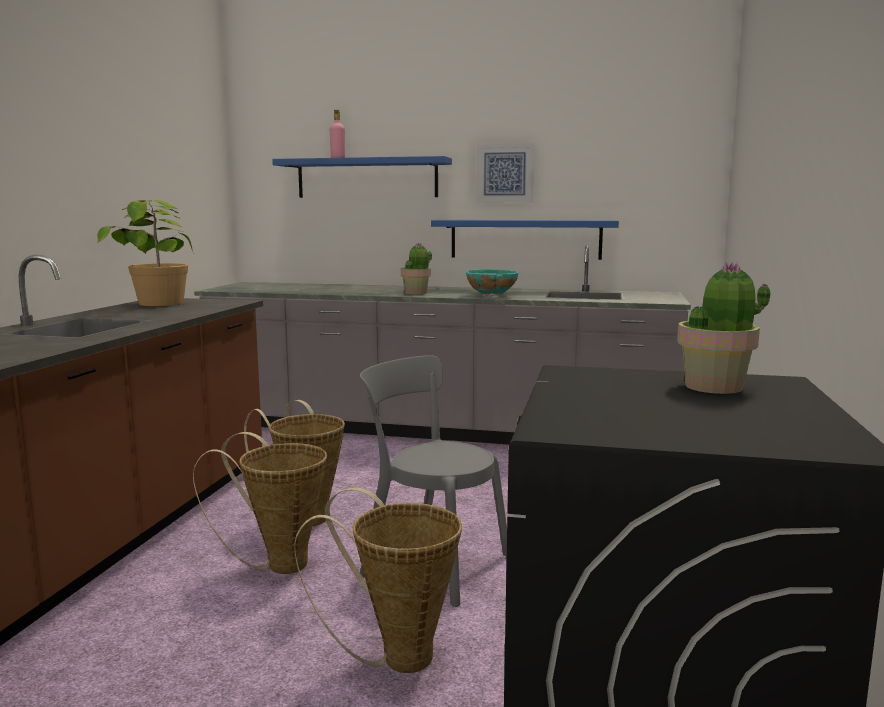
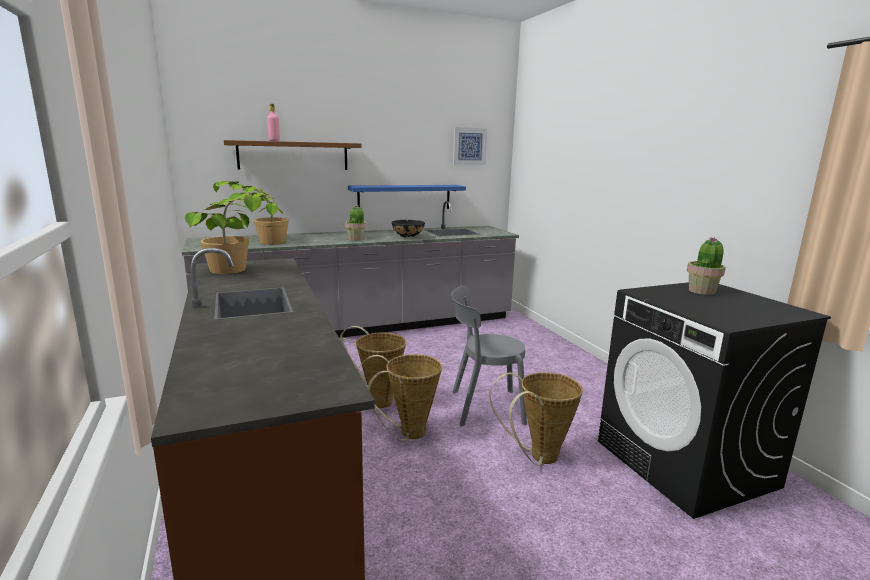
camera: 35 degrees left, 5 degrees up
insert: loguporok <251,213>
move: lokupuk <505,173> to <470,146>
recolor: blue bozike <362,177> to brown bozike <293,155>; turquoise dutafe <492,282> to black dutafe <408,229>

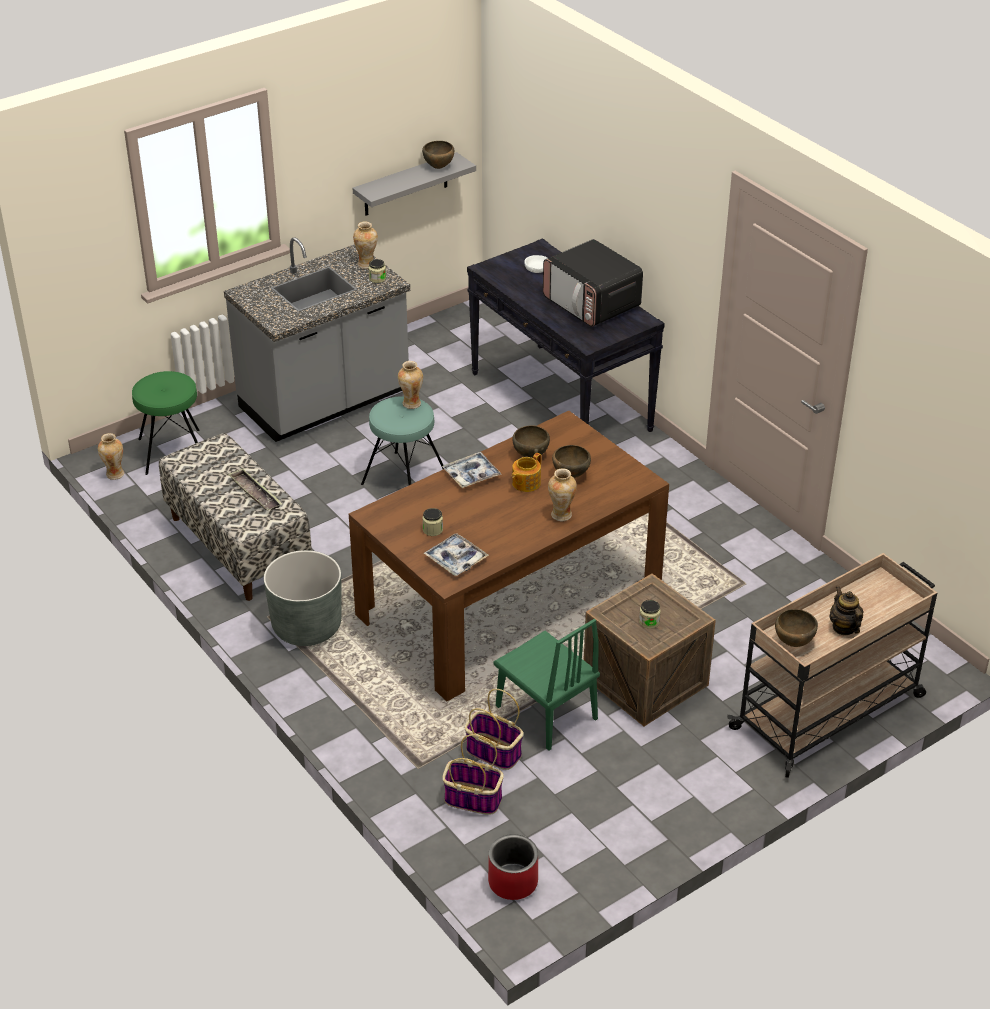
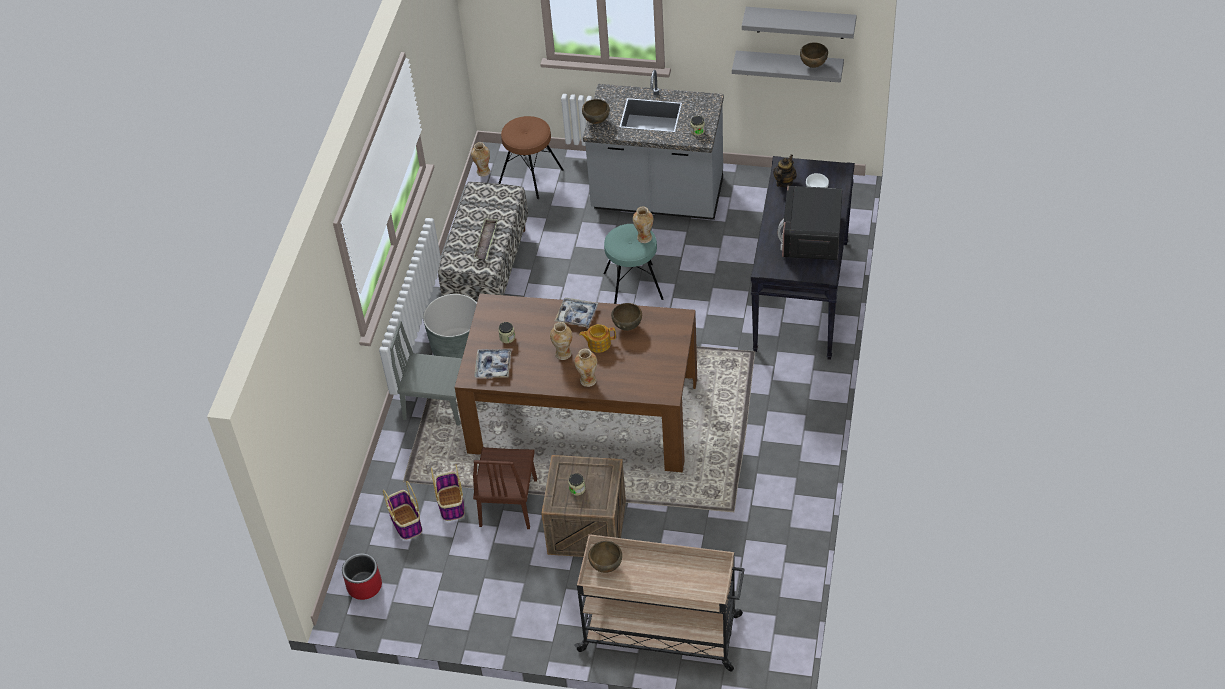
camera: 50 degrees right, 10 degrees up
insert: grey bozike <799,23>; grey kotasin <426,373>
move: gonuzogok <365,245> to <561,341>; brown dutafe <571,461> to <596,111>; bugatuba <846,610> to <785,170>
recolor: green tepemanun <165,423> to brown tepemanun <531,157>; green kotasin <547,685> to brown kotasin <505,488>

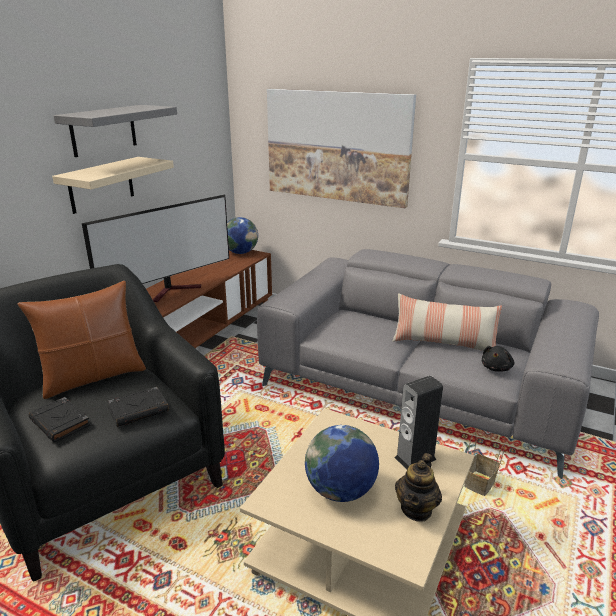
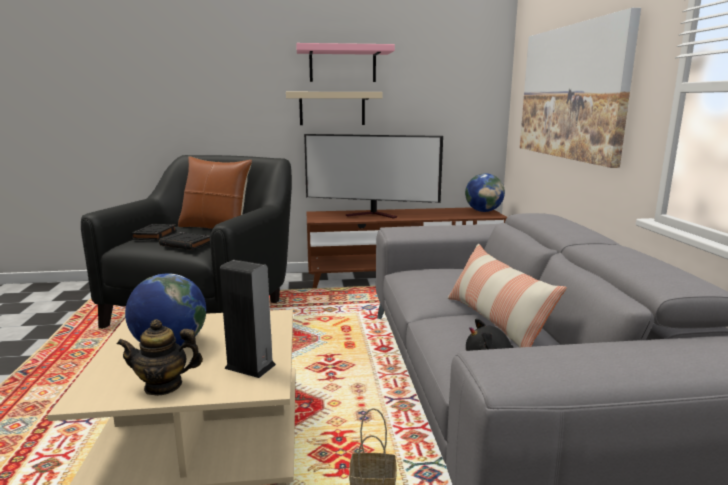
camera: 55 degrees right, 10 degrees down
recolor: grey bozike <115,131> to pink bozike <345,62>

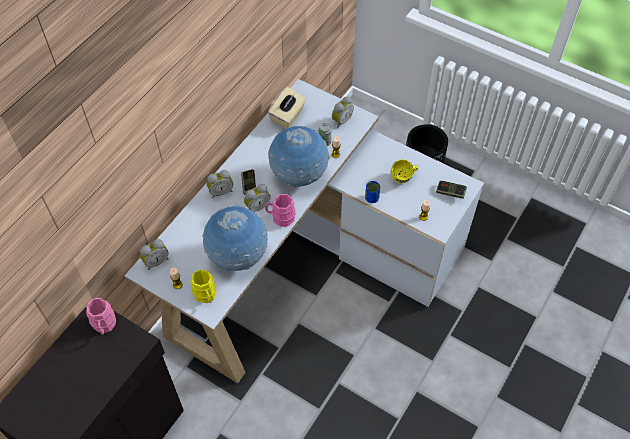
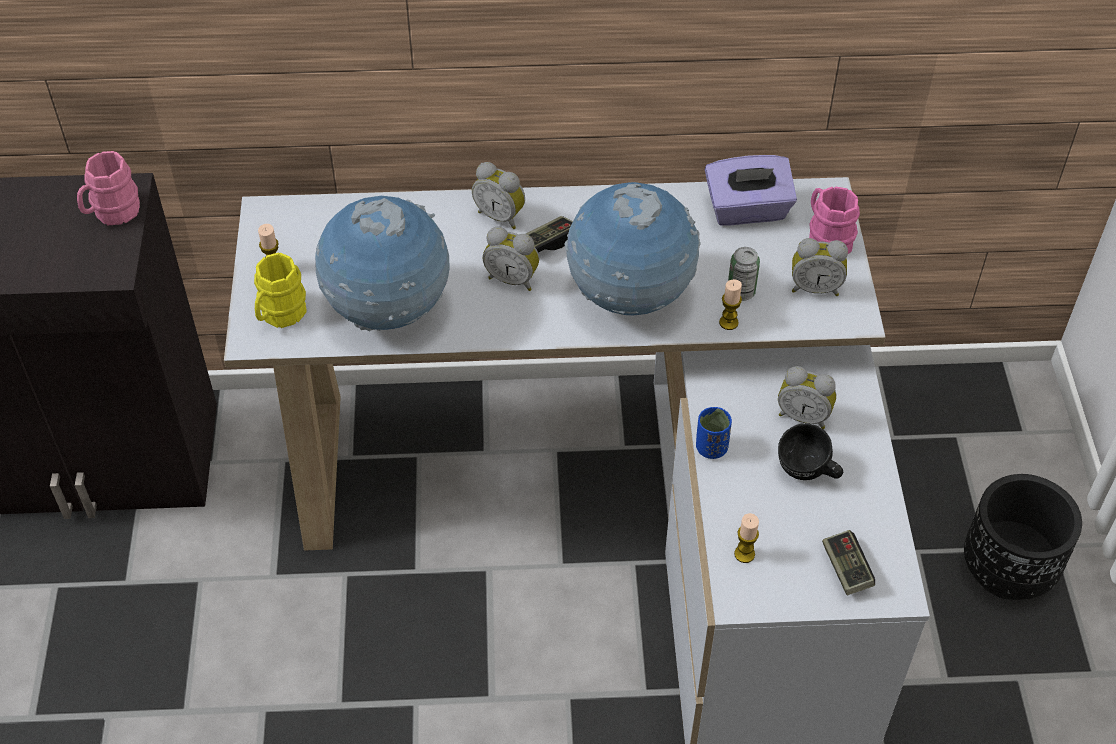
camera: 55 degrees right, 5 degrees down
move: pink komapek <280,210> to <834,220>; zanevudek <154,254> to <807,397>
recolor: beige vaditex <287,107> to purple vaditex <751,190>; yellow komapek <404,171> to black komapek <810,451>

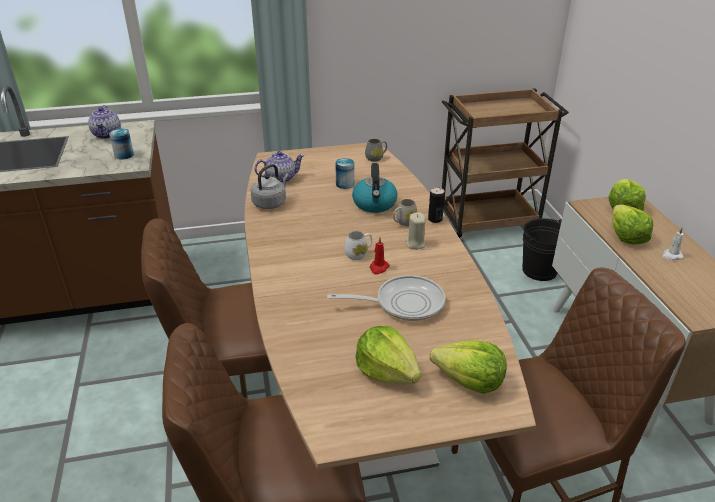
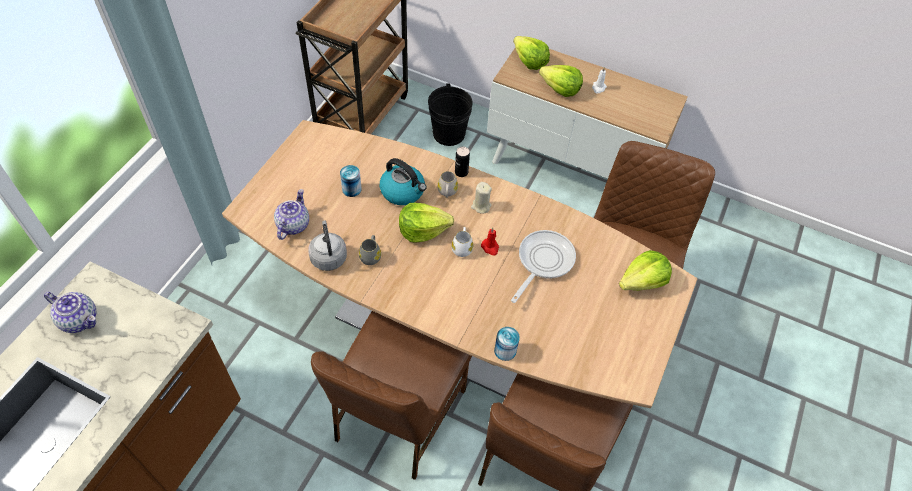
camera: 55 degrees left, 20 degrees up
move: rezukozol <121,144> to <507,344>; grey komapek <376,150> to <370,250>; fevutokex <388,354> to <426,223>

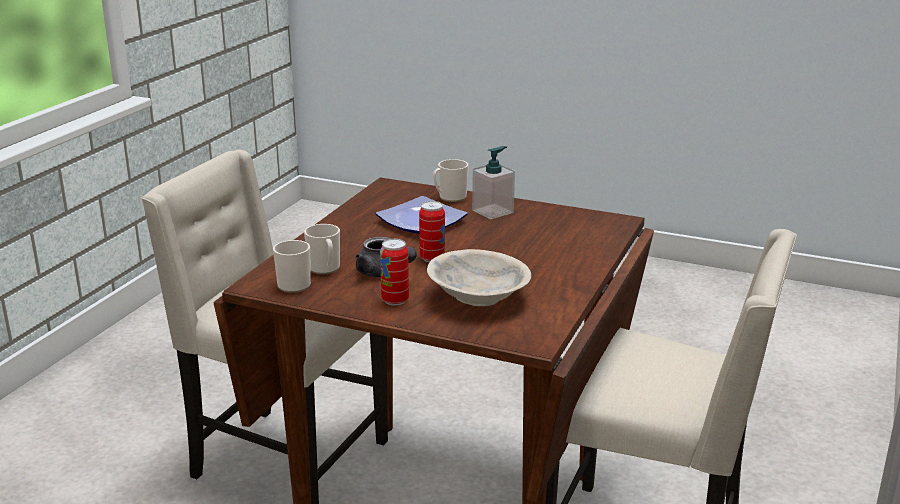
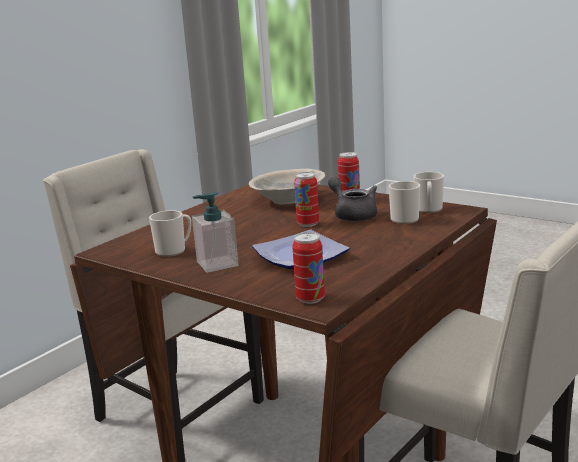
camera: 165 degrees left, 5 degrees down
insert: rezukozol <308,268>
move: komapek <450,180> to <170,233>

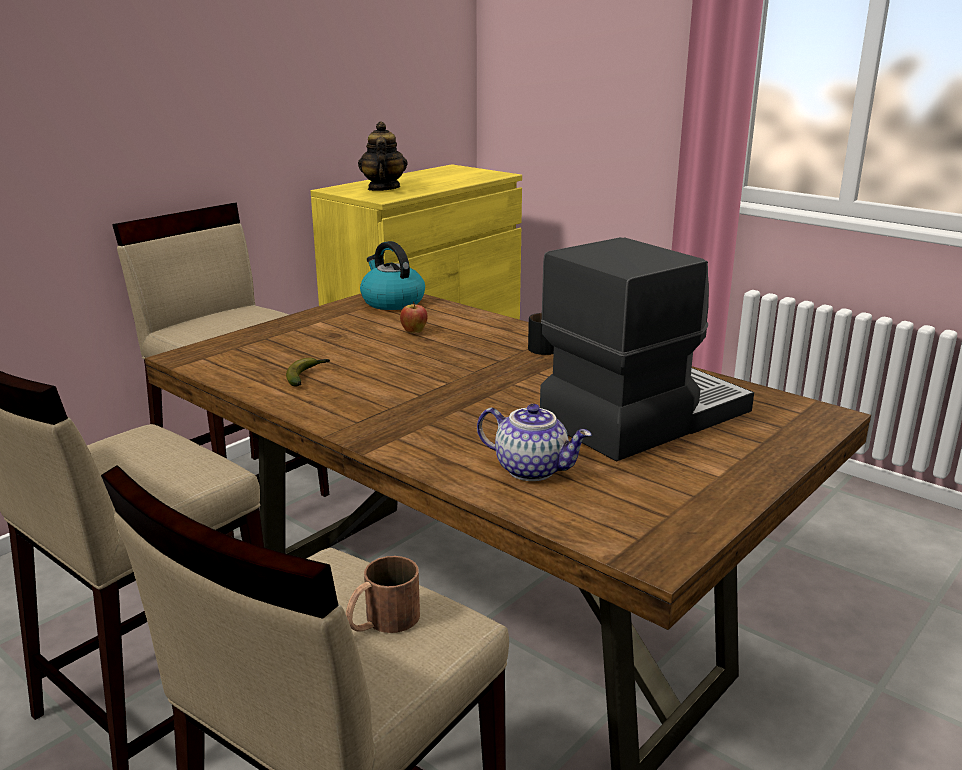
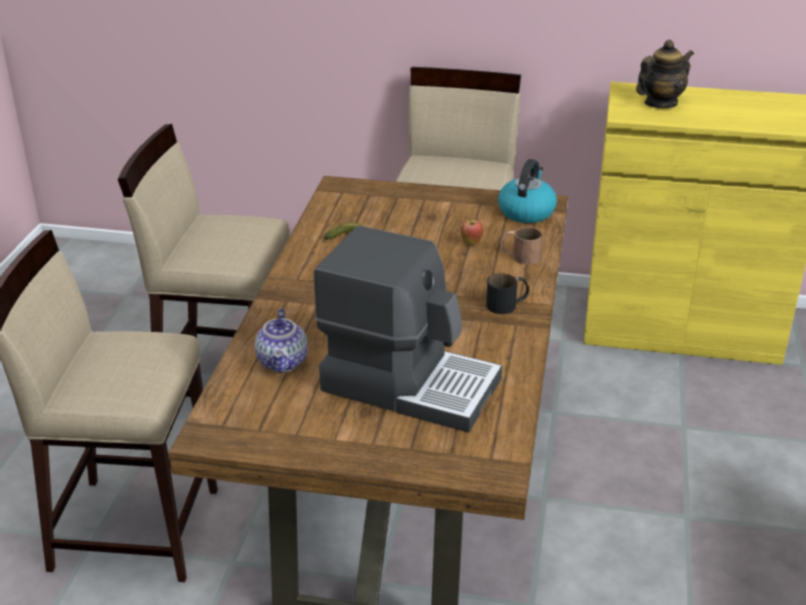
camera: 60 degrees right, 10 degrees up
move: brown komapek <383,594> to <521,246>

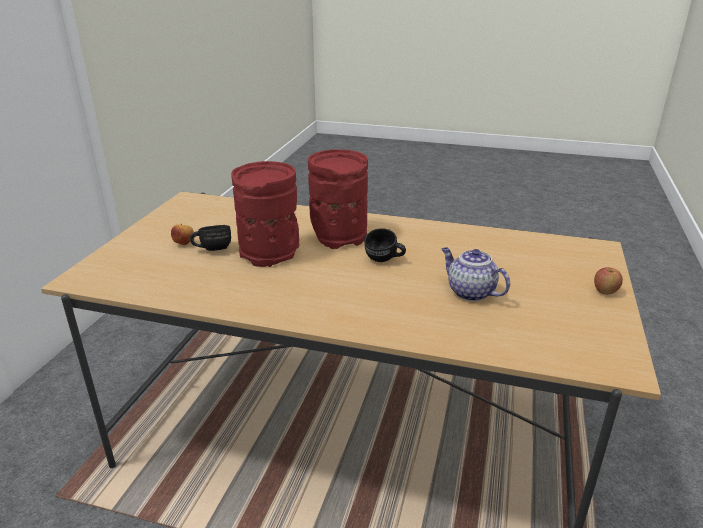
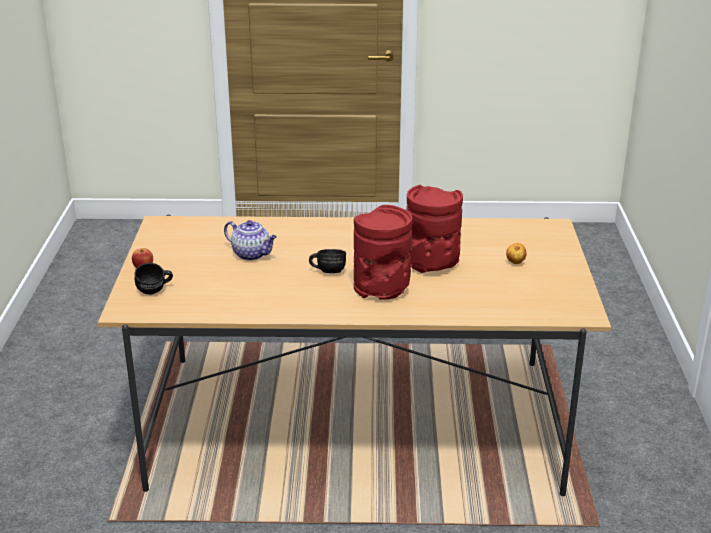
camera: 165 degrees right, 0 degrees up
move: black komapek <210,238> to <153,279>

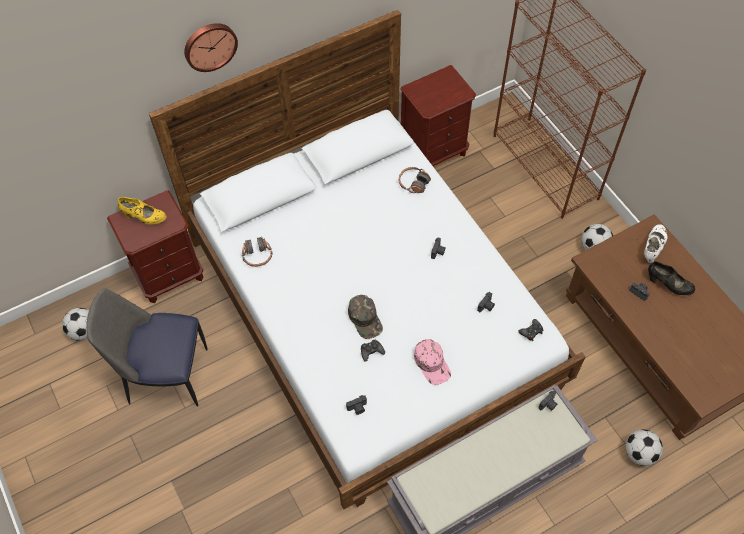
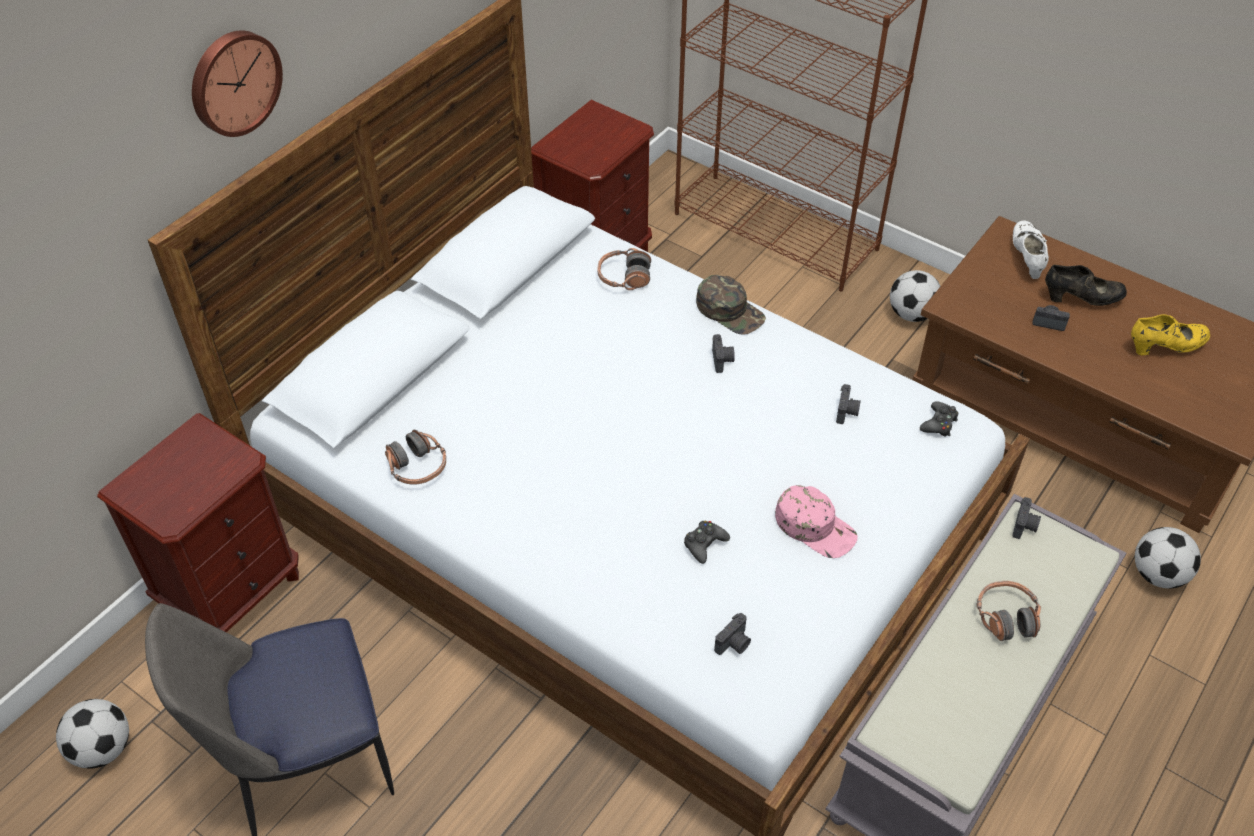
camera: 25 degrees left, 10 degrees down
insert: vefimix <1008,611>
move: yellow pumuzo <142,211> to <1170,334>; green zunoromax <365,317> to <731,305>

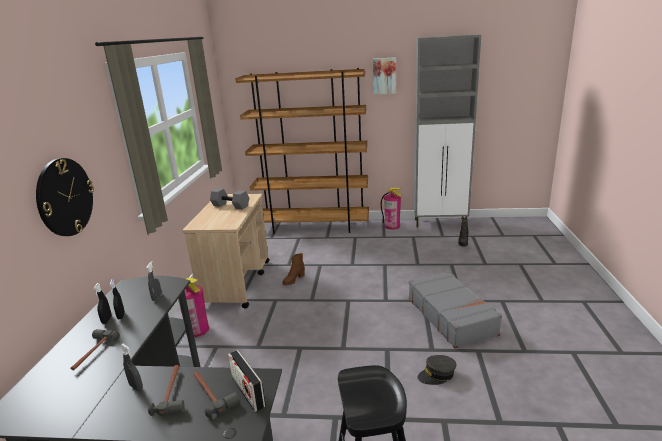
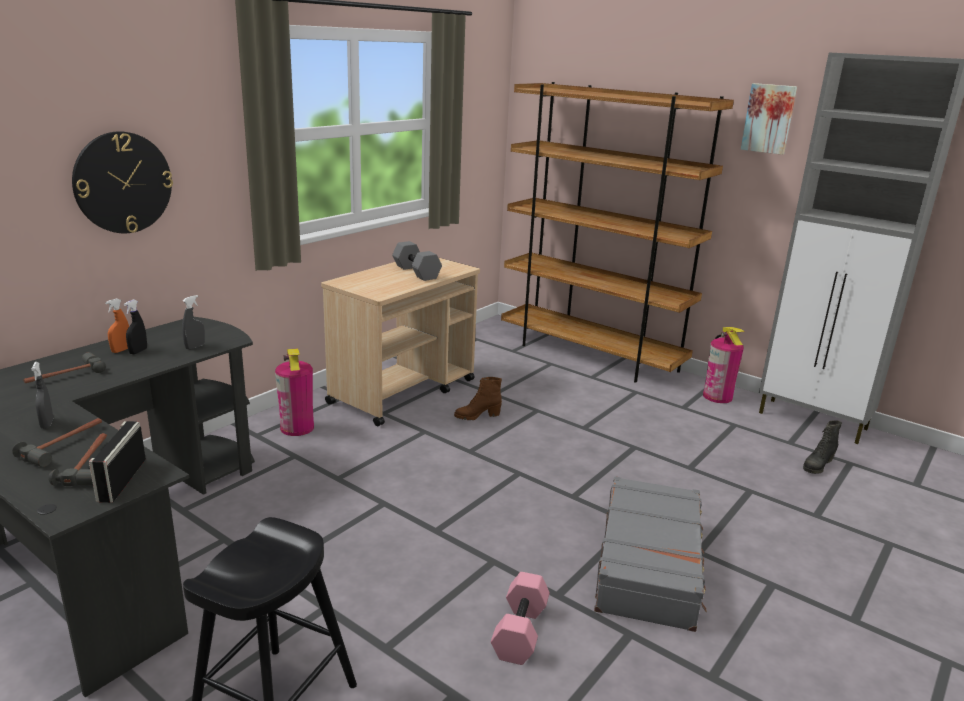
camera: 30 degrees right, 0 degrees up
replace: grey zunoromax <437,370> to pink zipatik <520,618>
recolor: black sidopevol <102,303> to orange sidopevol <117,325>

